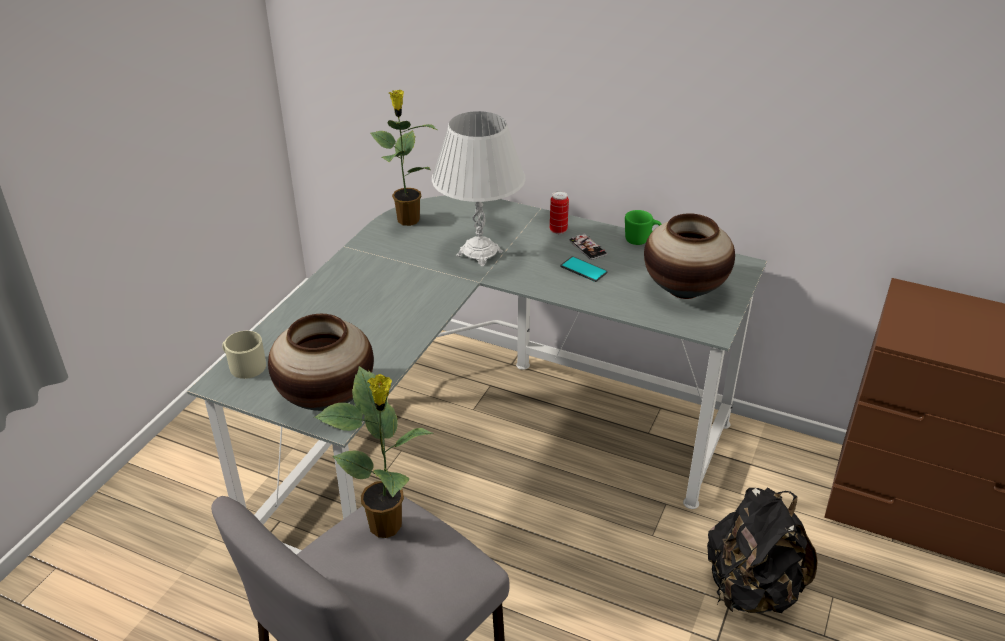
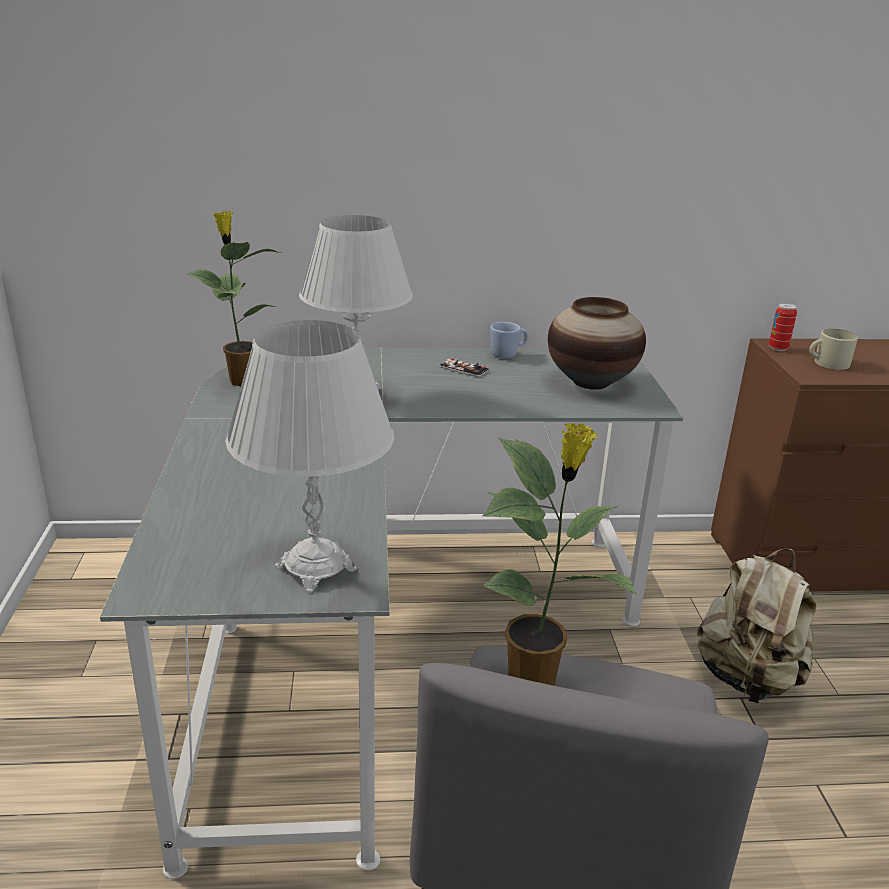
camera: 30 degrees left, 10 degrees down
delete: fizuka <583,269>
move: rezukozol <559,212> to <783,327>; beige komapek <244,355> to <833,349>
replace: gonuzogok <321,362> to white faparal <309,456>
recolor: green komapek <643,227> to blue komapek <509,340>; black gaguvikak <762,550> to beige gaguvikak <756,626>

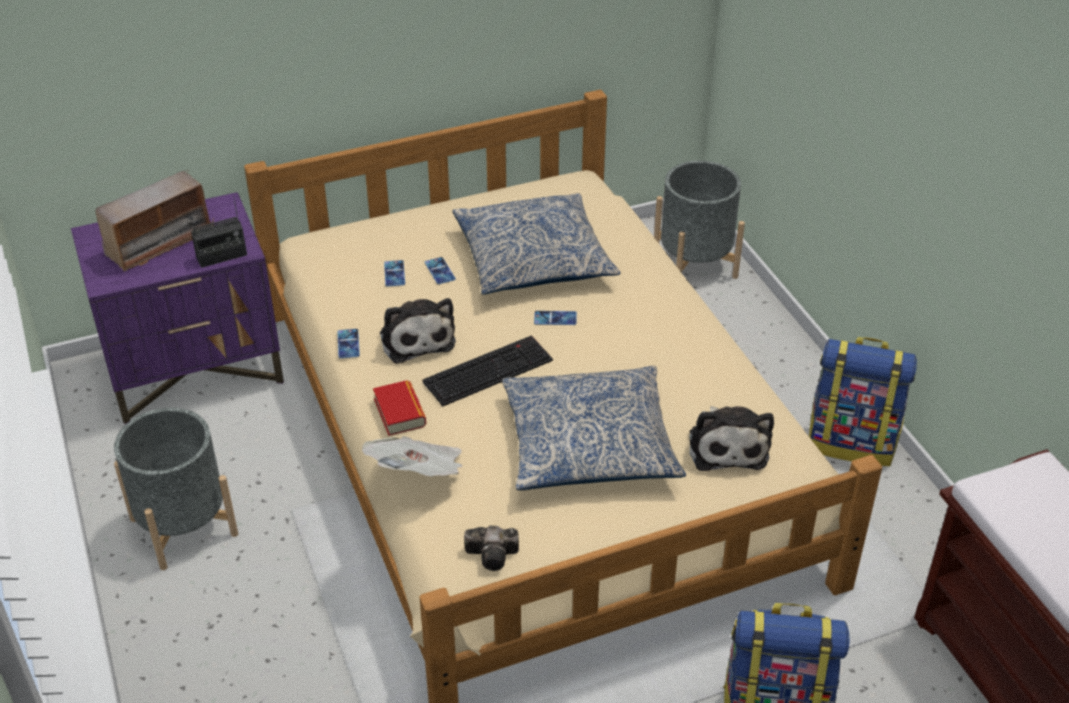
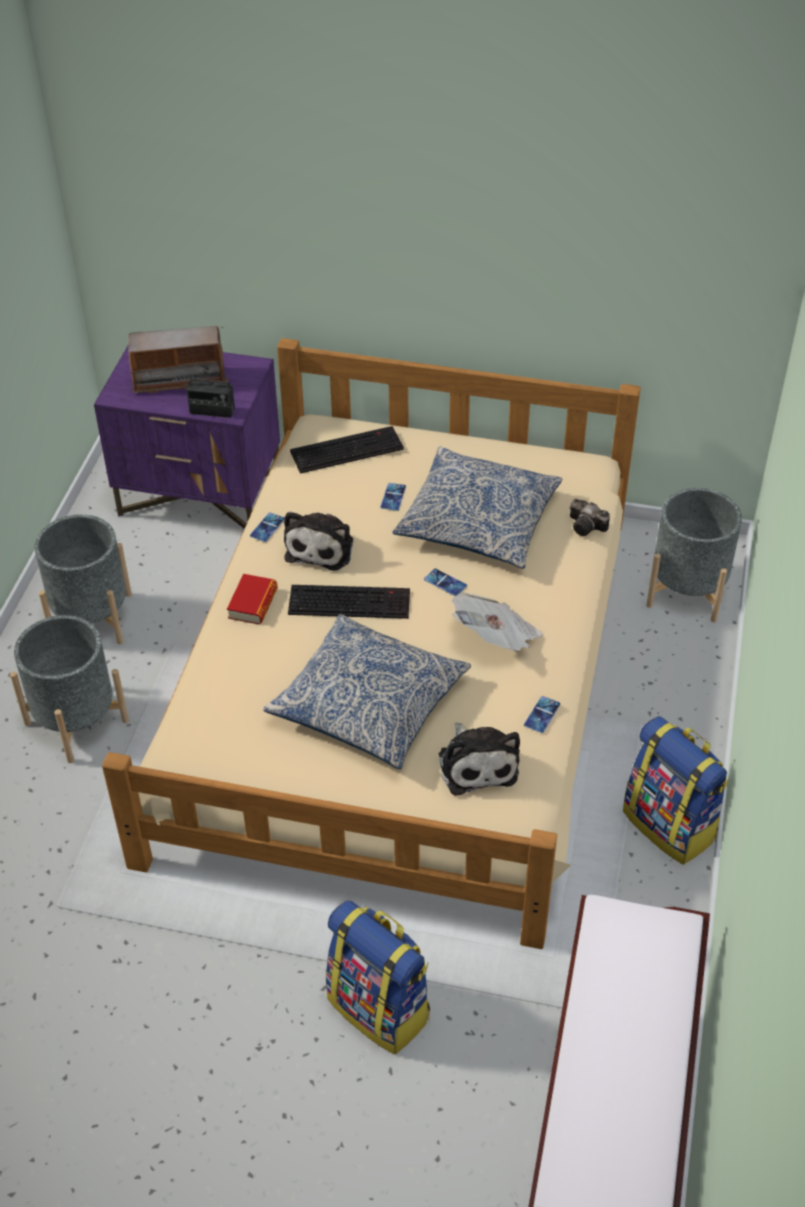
camera: 35 degrees right, 5 degrees up
insert: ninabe <347,450>; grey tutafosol <69,689>
move: fizuka <394,273> to <542,714>; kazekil <412,456> to <497,622>; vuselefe <491,548> to <590,517>
rotate: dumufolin <731,438> = <479,758> 45 degrees counterclockwise

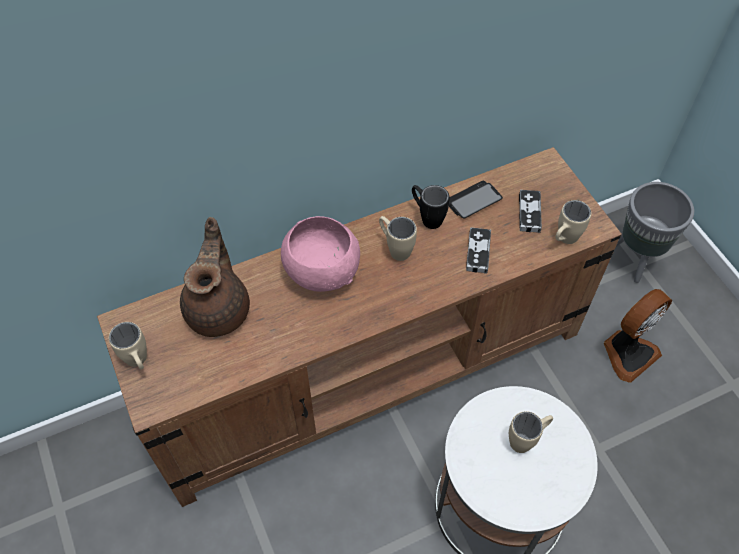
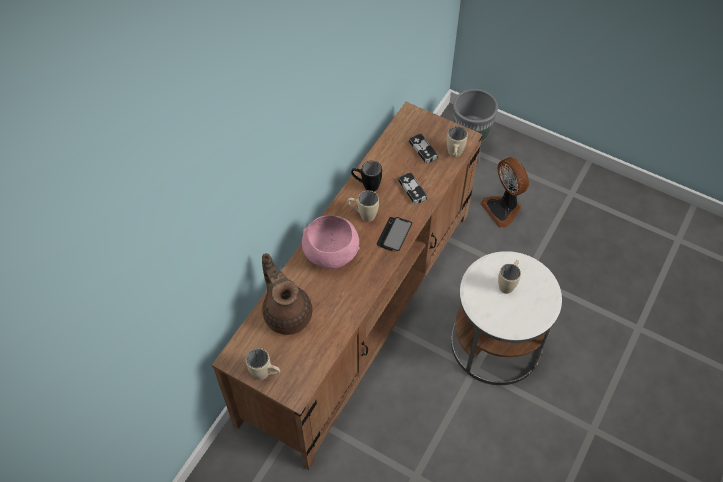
camera: 35 degrees left, 0 degrees up
move: fizuka <476,200> to <394,234>
rotate: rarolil <638,336> = <504,192> 135 degrees clockwise

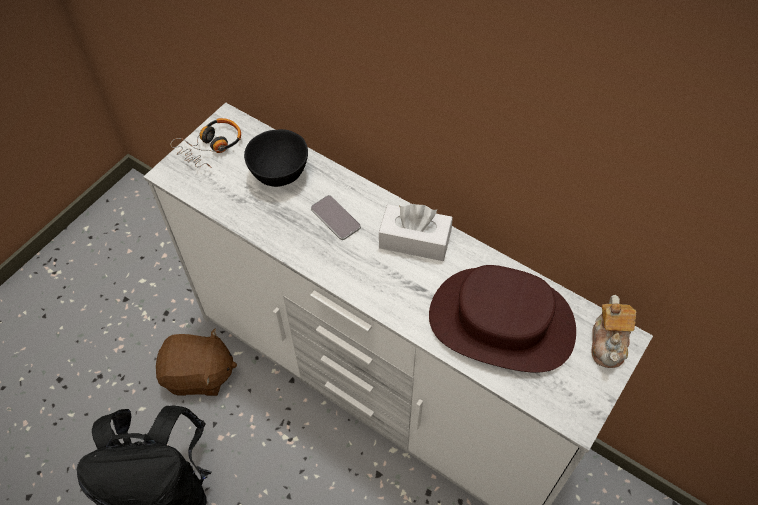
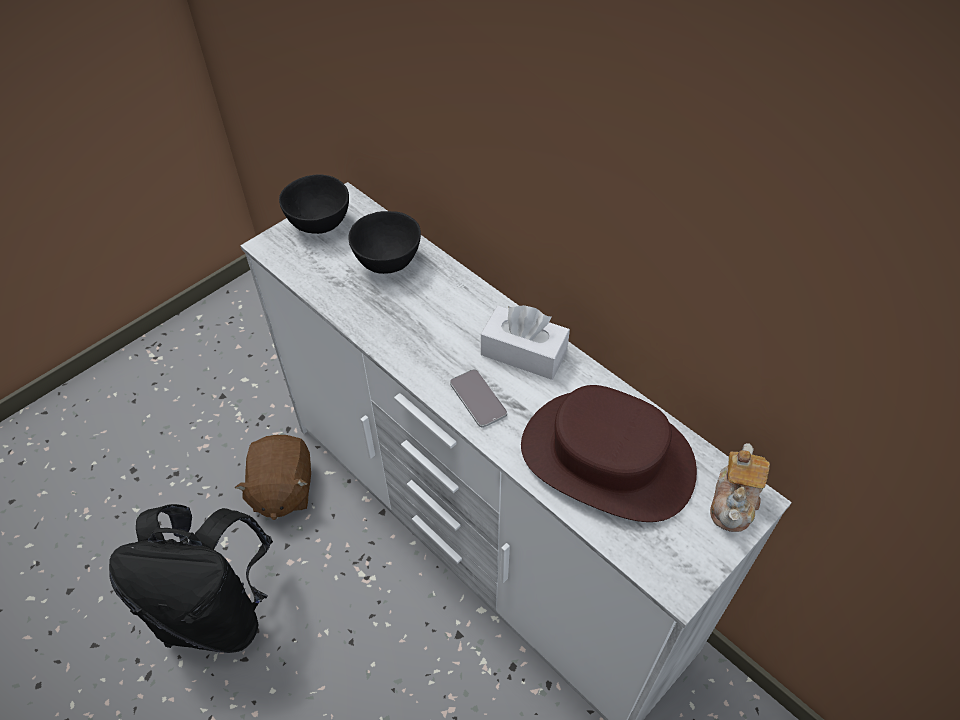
camera: 10 degrees right, 5 degrees down
move: fizuka <336,217> to <478,398>
replace: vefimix <205,143> to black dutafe <314,204>
rotate: brown dumufolin <196,362> = <273,477> 75 degrees clockwise

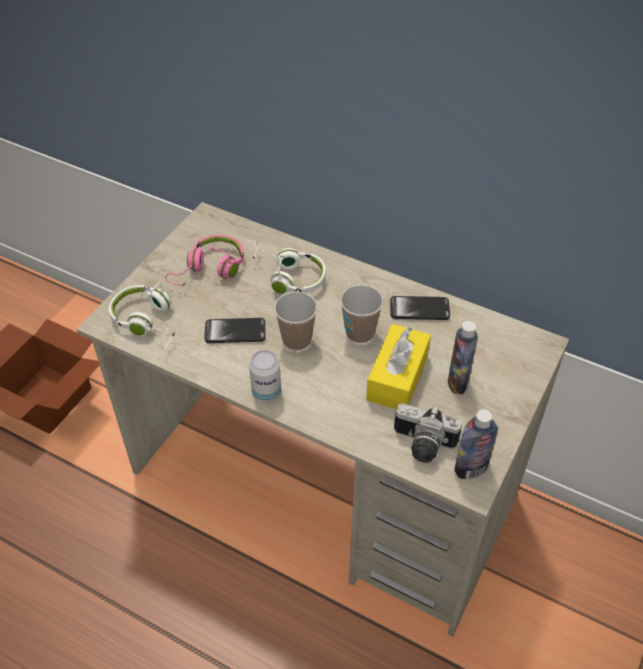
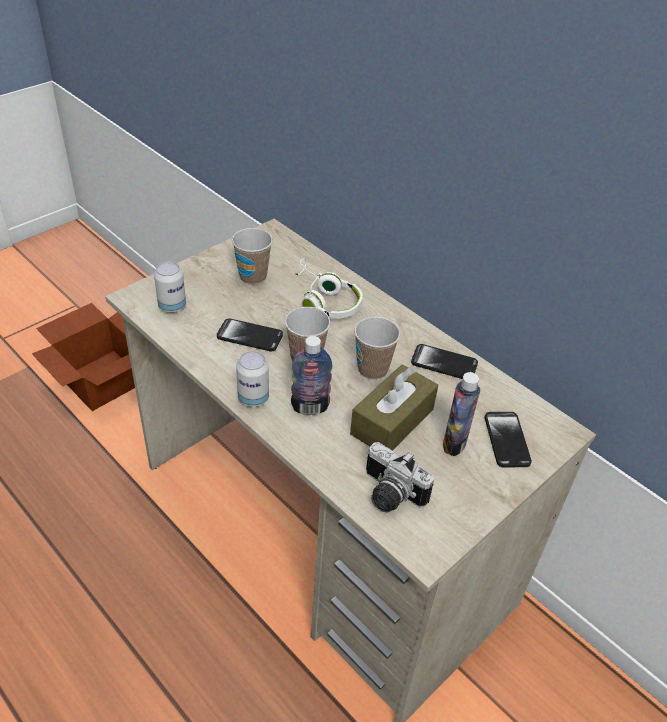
camera: 15 degrees right, 5 degrees down
insert: fizuka <508,440>
move: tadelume <476,444> to <312,375>
replace: pink vefimix <204,260> to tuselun <252,256>; white vefimix <142,316> to rezukozol <170,287>
recolor: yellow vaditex <398,366> to brown vaditex <394,407>

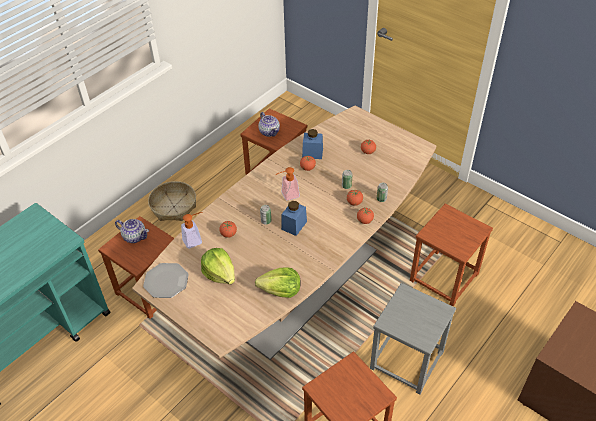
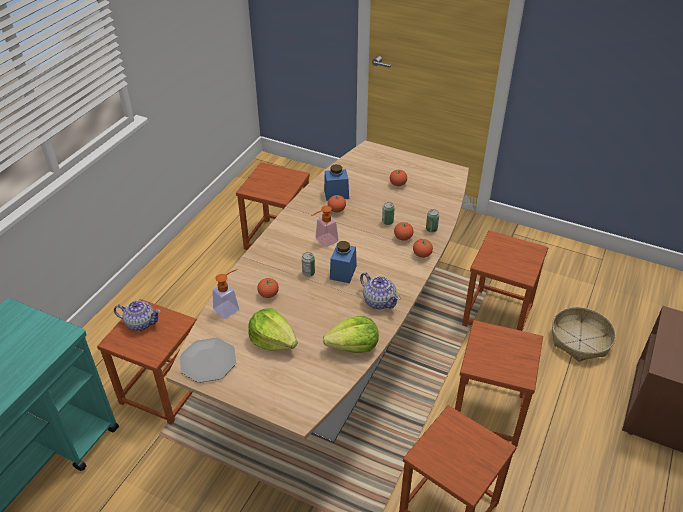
camera: 15 degrees left, 5 degrees down
move: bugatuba <269,124> to <380,290>; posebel <172,201> to <584,334>
recolor: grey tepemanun <413,339> to brown tepemanun <499,383>

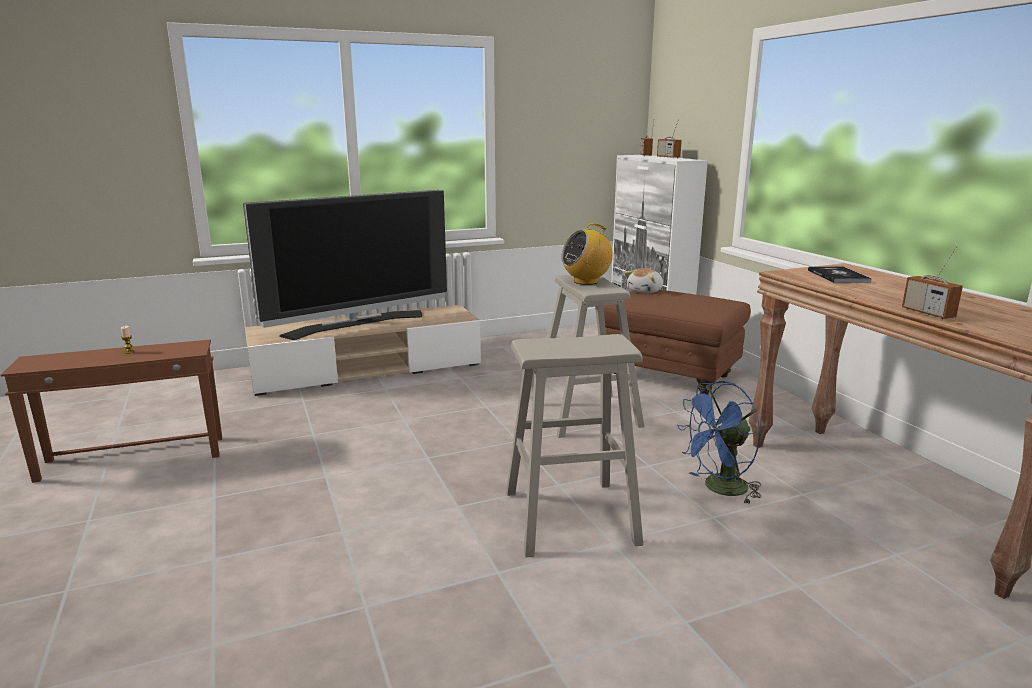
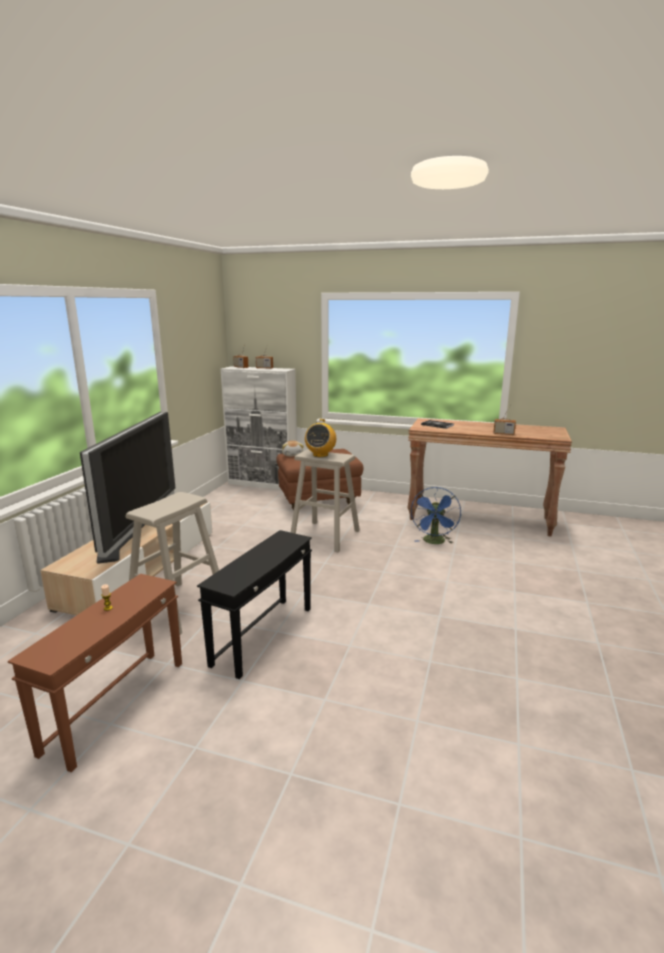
camera: 50 degrees left, 0 degrees up
insert: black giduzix <254,604>
move: beige tepemanun <574,445> to <172,563>

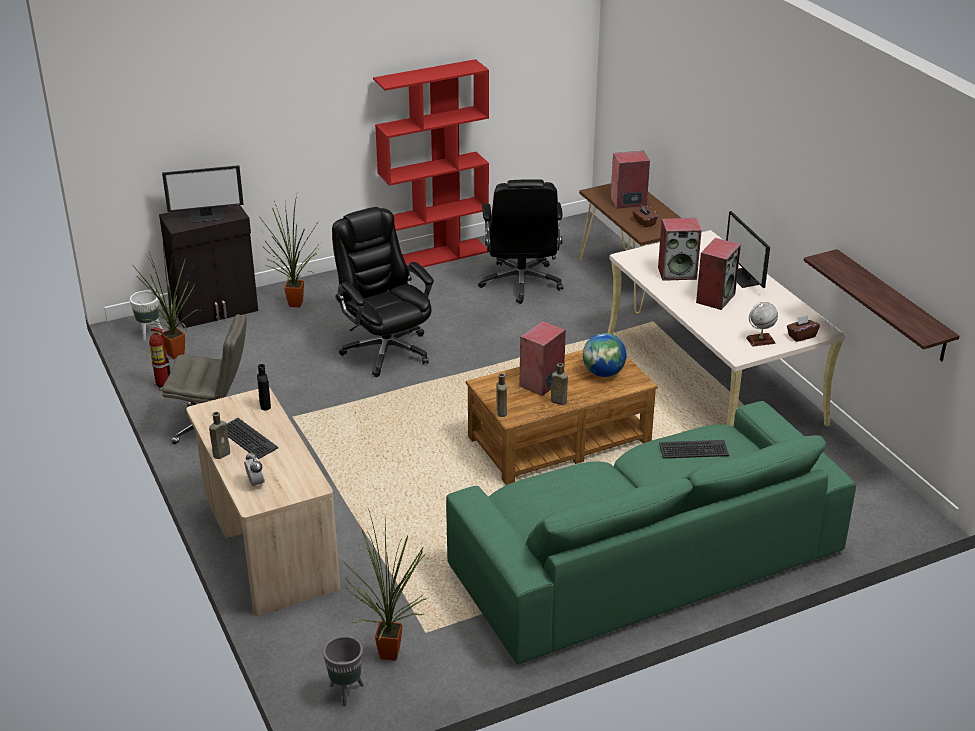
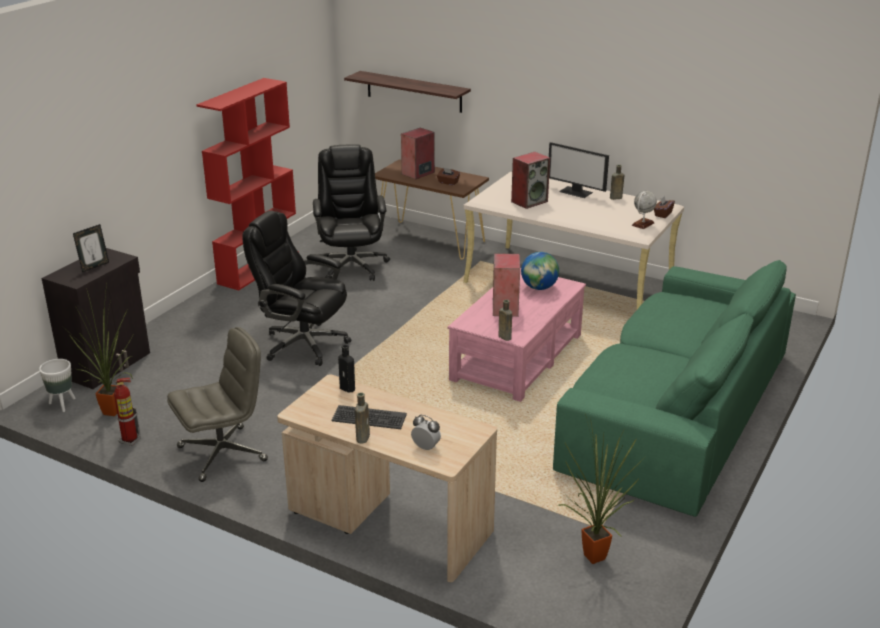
camera: 35 degrees left, 5 degrees down
delete: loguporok <290,251>; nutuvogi <718,274>; ninabe <694,449>; grey tutafosol <343,671>
move: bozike <881,305> to <407,92>; brown tadelume <559,384> to <617,182>
replace: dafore <203,194> to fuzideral <91,248>
recolor: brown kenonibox <562,417> to pink kenonibox <516,335>
rotate: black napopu <520,241> = <351,212> 150 degrees counterclockwise

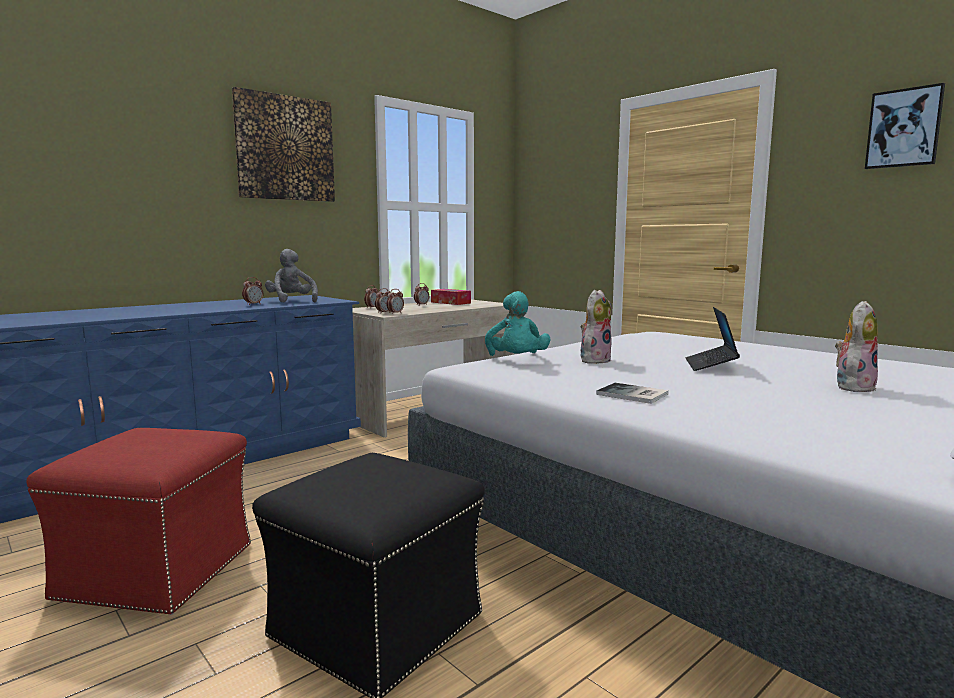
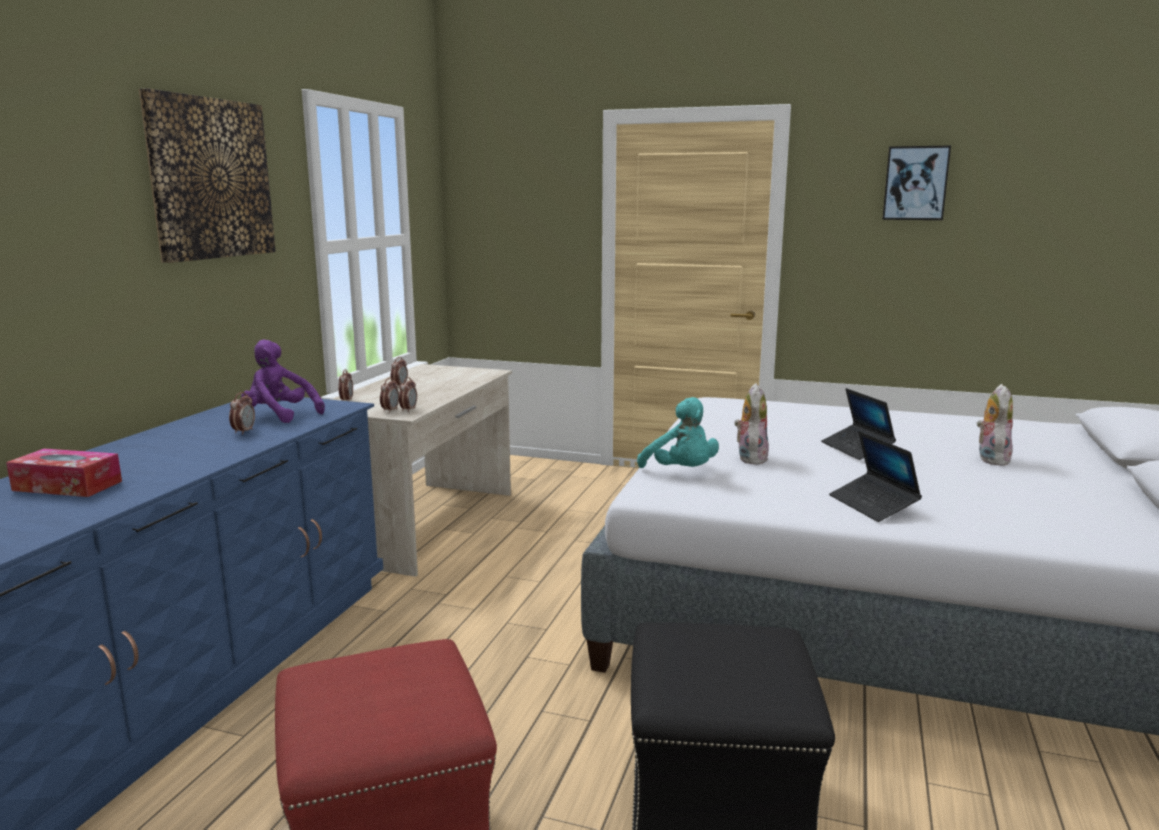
camera: 30 degrees left, 5 degrees up
move: vaditex <451,297> to <64,473>
replace: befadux <632,393> to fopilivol <875,476>
recolor: grey dumufolin <291,276> to purple dumufolin <283,381>

